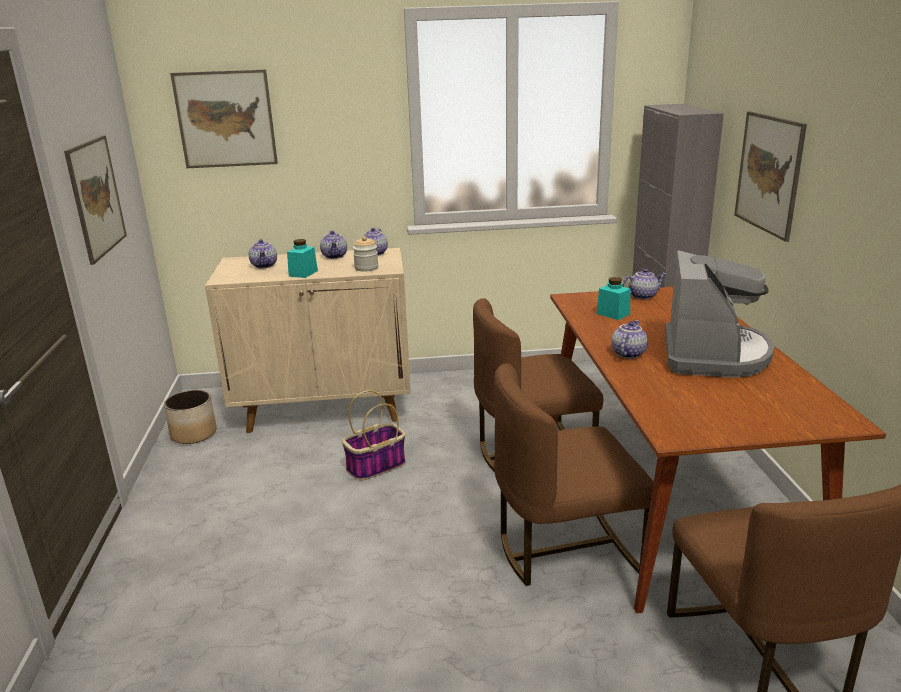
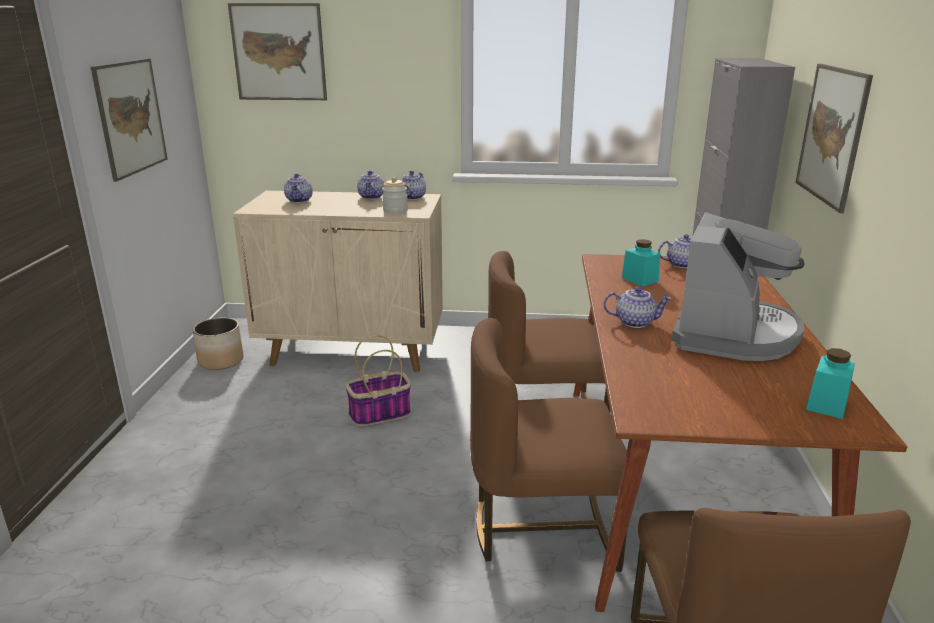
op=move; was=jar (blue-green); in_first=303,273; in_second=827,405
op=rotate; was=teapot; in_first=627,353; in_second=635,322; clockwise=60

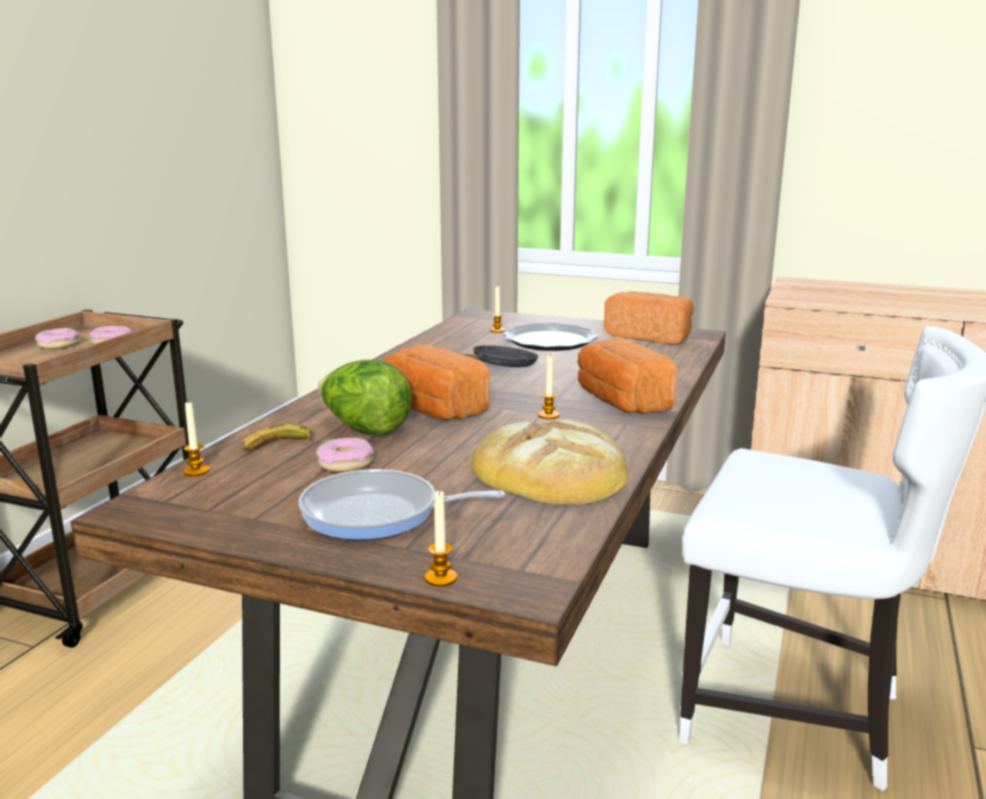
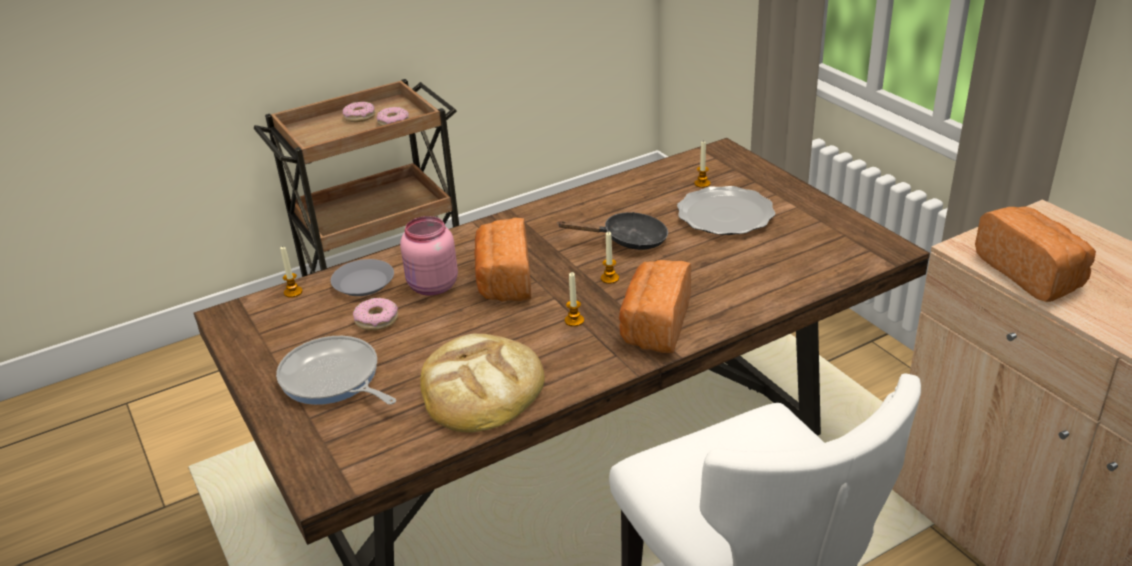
op=move; was=candle; in_first=440,578; in_second=609,278
op=move; was=bakery bread; in_first=650,336; in_second=1032,273
op=replace; was=banana; now=dinner plate (greyish); in_first=276,445; in_second=363,283
op=replace; was=lettuce; now=jar (pink); in_first=364,429; in_second=432,287

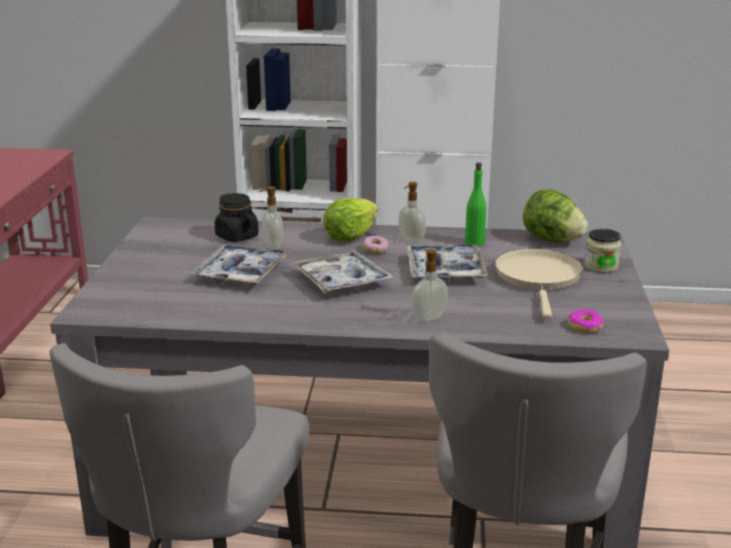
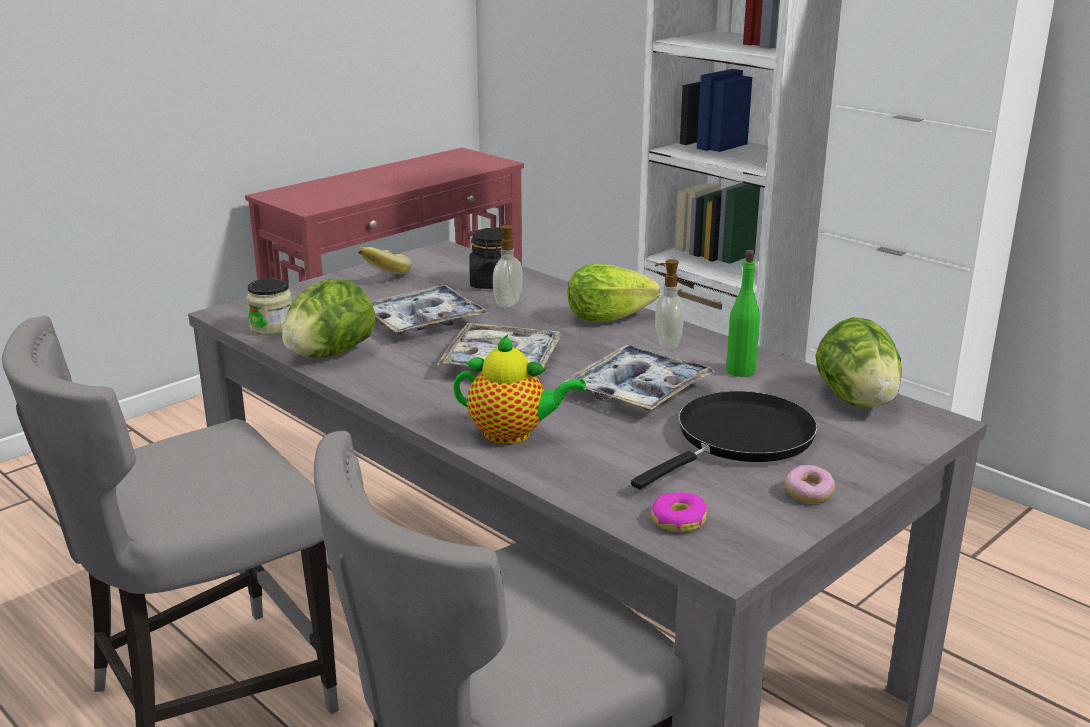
op=insert; now=lettuce; in_second=329,354
op=insert; now=banana; in_second=382,275
op=move; was=doughnut; in_first=375,250; in_second=808,494
op=move; was=jar; in_first=601,266; in_second=272,327
op=replace; was=soap bottle; now=teapot; in_first=428,317; in_second=513,434
op=recolor; was=frying pan (beige-coloured); now=frying pan (blackish); in_first=538,278; in_second=739,439

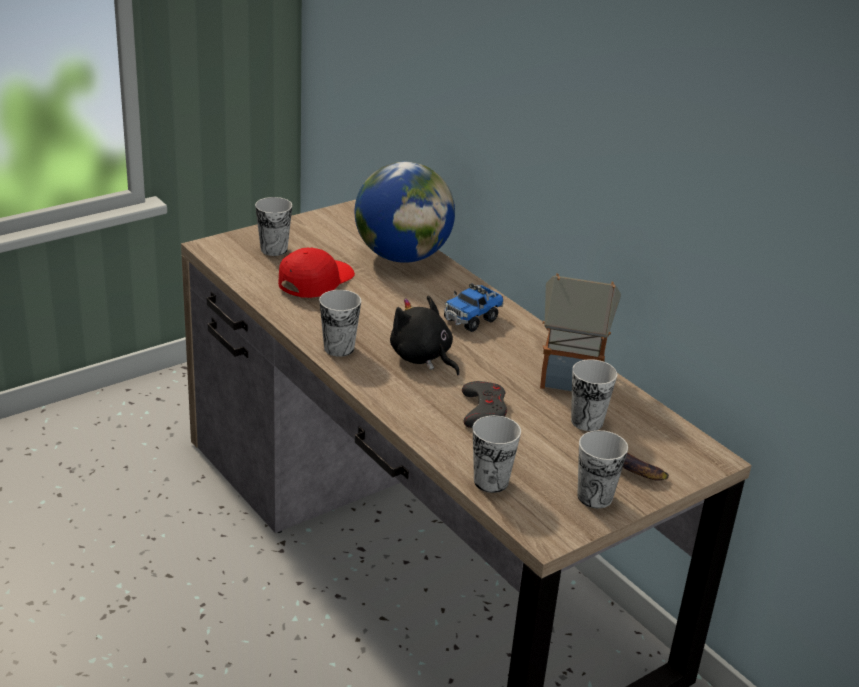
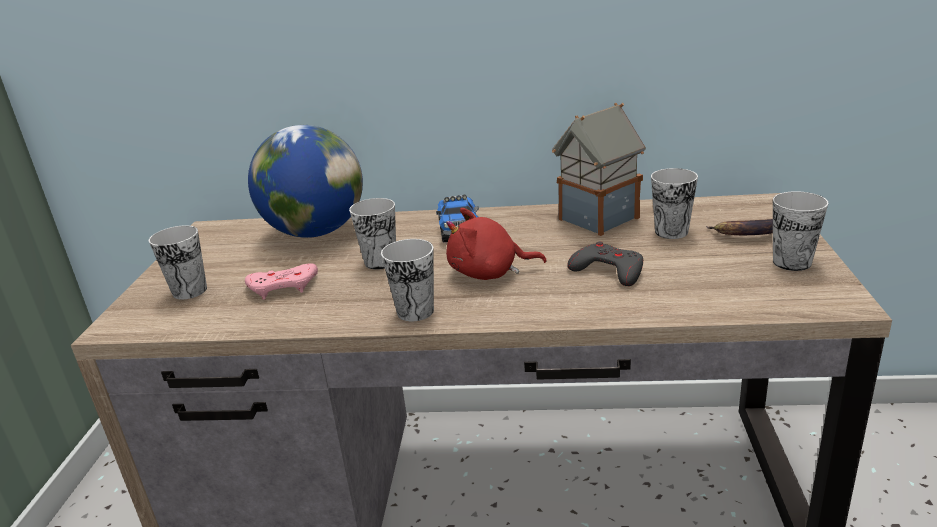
op=move; was=small cup; in_first=491,481; in_second=380,262
op=replace; was=peaked cap (red-coloured); now=game controller (pink); in_first=315,282; in_second=283,286
op=recolor; was=cuddly toy (blackish); now=cuddly toy (red-coloured); in_first=422,357; in_second=489,273

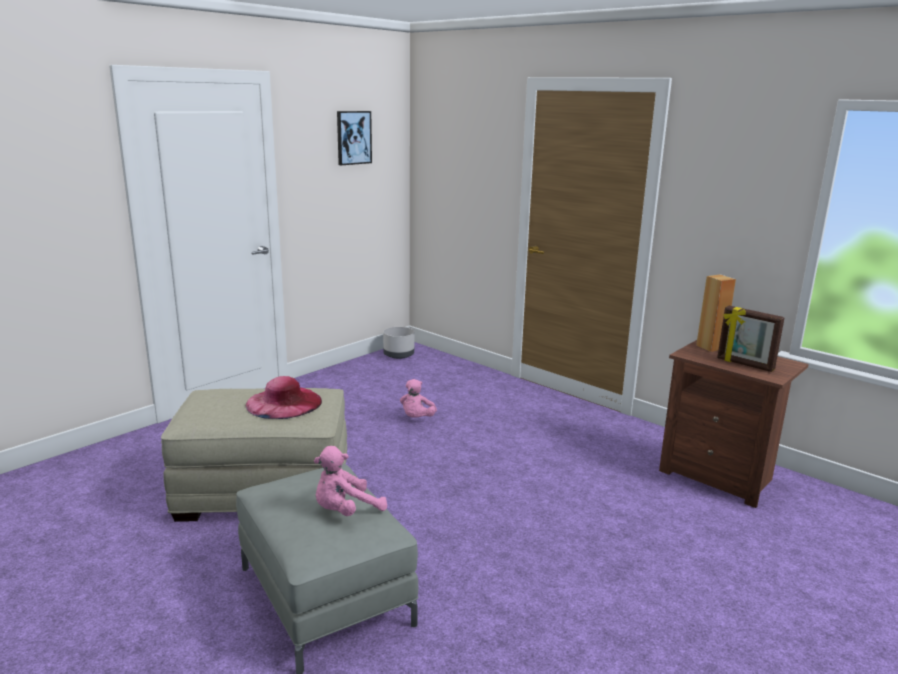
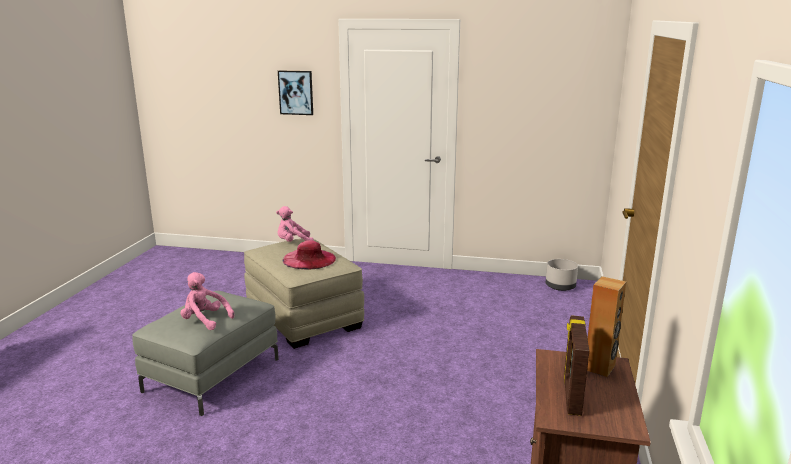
op=move; was=wall picture; in_first=353,137; in_second=296,92
op=move; was=cuddly toy (pink); in_first=417,418; in_second=293,243

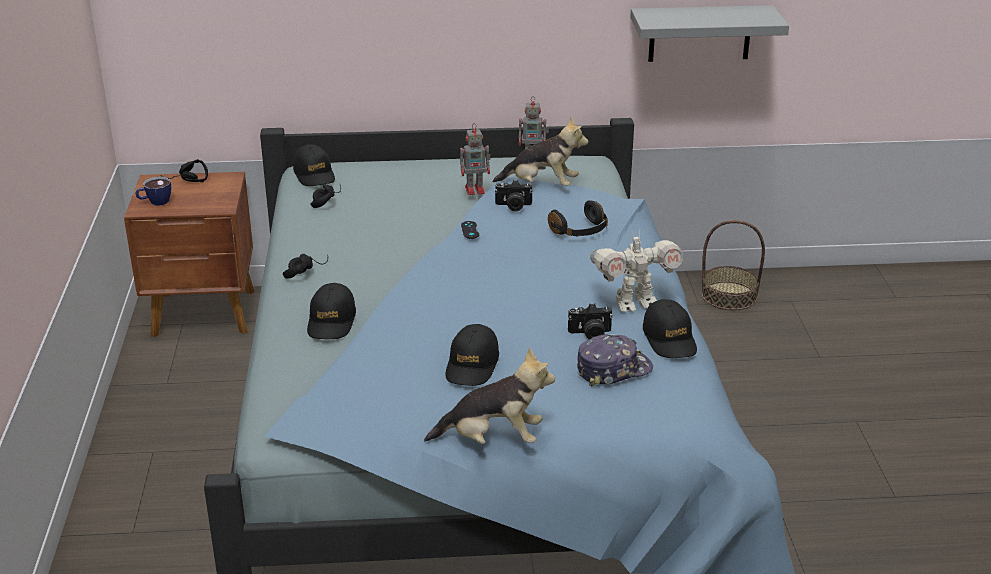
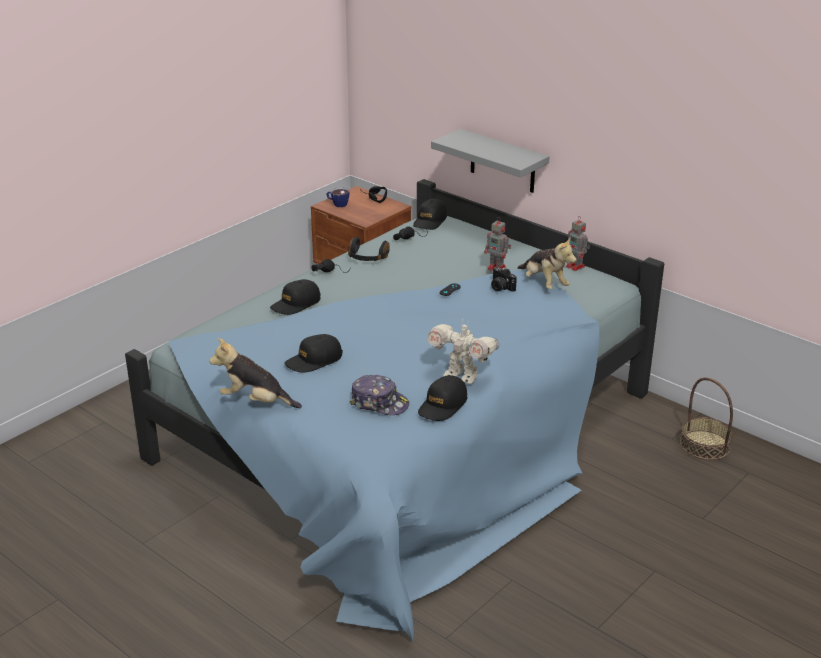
op=delete; was=still camera; in_first=590,334
op=move; was=headset (blackish); in_first=580,231; in_second=367,258
op=move; was=shelf (greyish); in_first=700,33; in_second=502,162
op=rotate; was=cuddly toy; in_first=493,439; in_second=255,401; clockwise=150

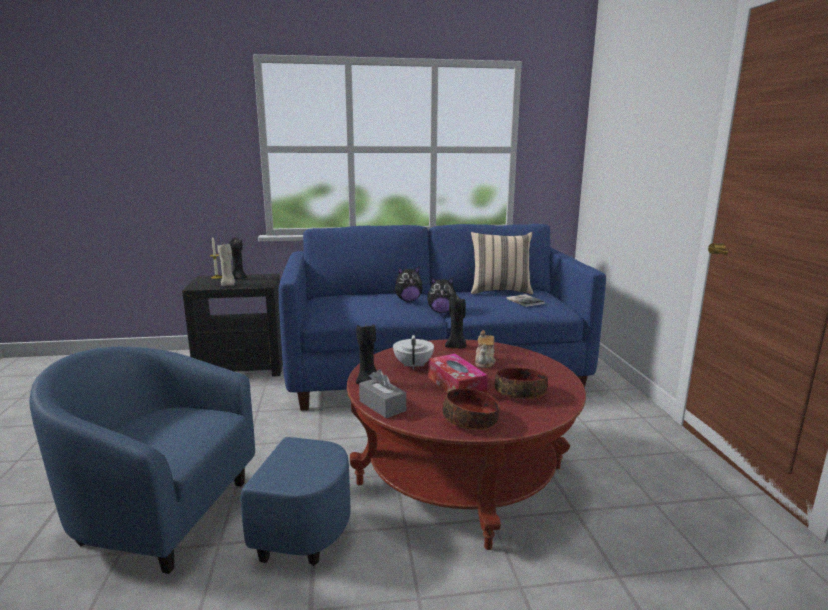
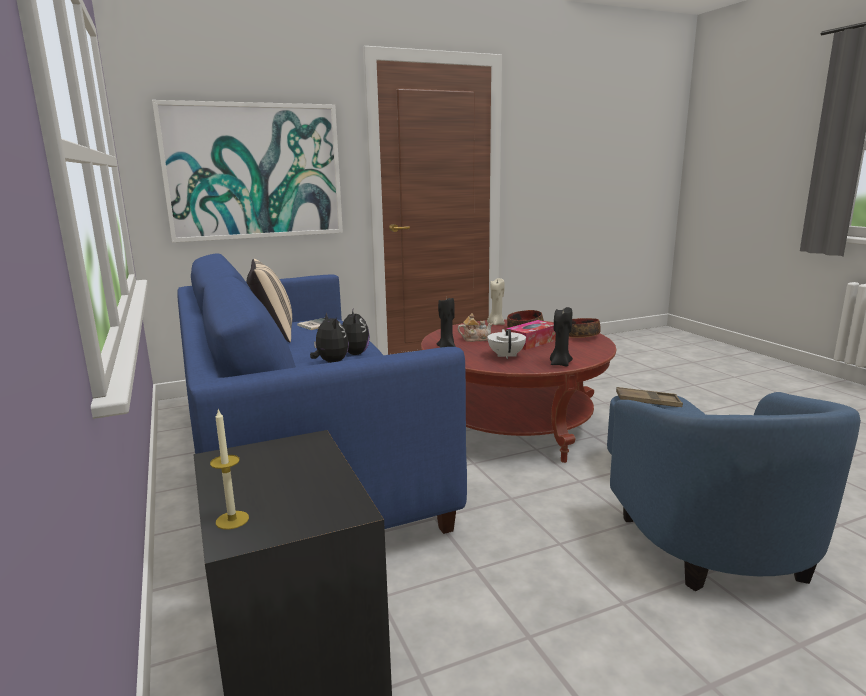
op=delete; was=candle (blackish); in_first=238,278
op=delete; was=tissue box (greyish); in_first=382,406
op=insert; now=wall picture; in_second=254,171
op=insert; now=tray (brownish); in_second=648,402
op=move; was=candle (beige-coloured); in_first=228,285; in_second=496,324
op=rotate; was=teapot (white); in_first=413,365; in_second=506,356; clockwise=105

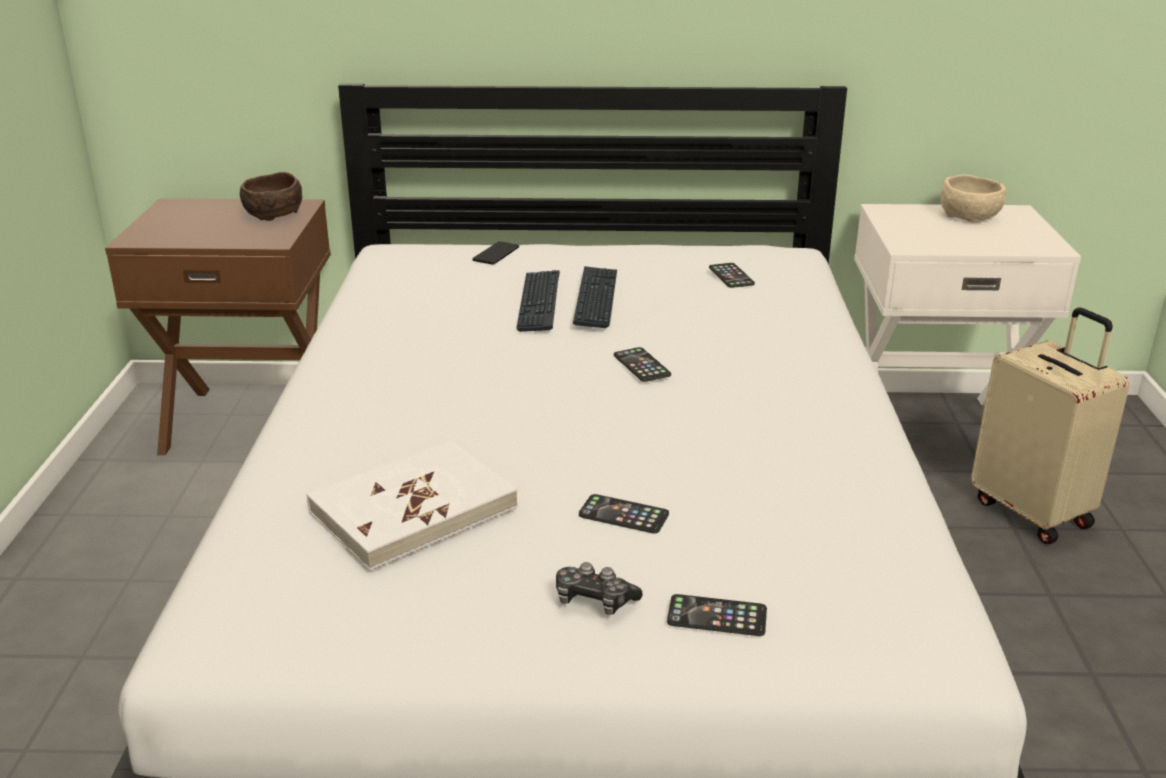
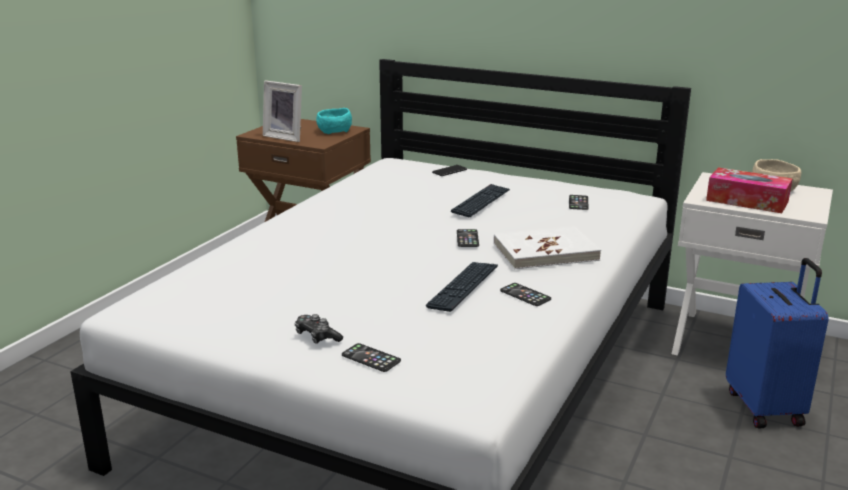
op=insert; now=picture frame; in_second=286,137
op=insert; now=tissue box; in_second=747,201
op=move; was=volume (white); in_first=413,509; in_second=545,252
op=move; was=computer keyboard; in_first=539,302; in_second=463,287
op=move; was=handset; in_first=623,515; in_second=525,295
op=recolor; was=deep dish (brownish); now=deep dish (blue-green); in_first=273,215; in_second=334,131
op=recolor; was=piece of luggage (beige-coloured); now=piece of luggage (blue); in_first=1033,512; in_second=766,407

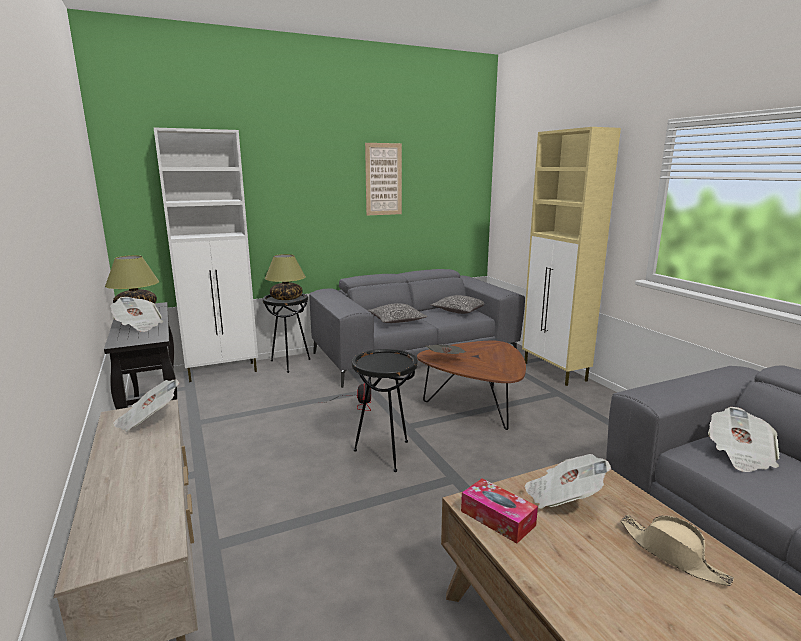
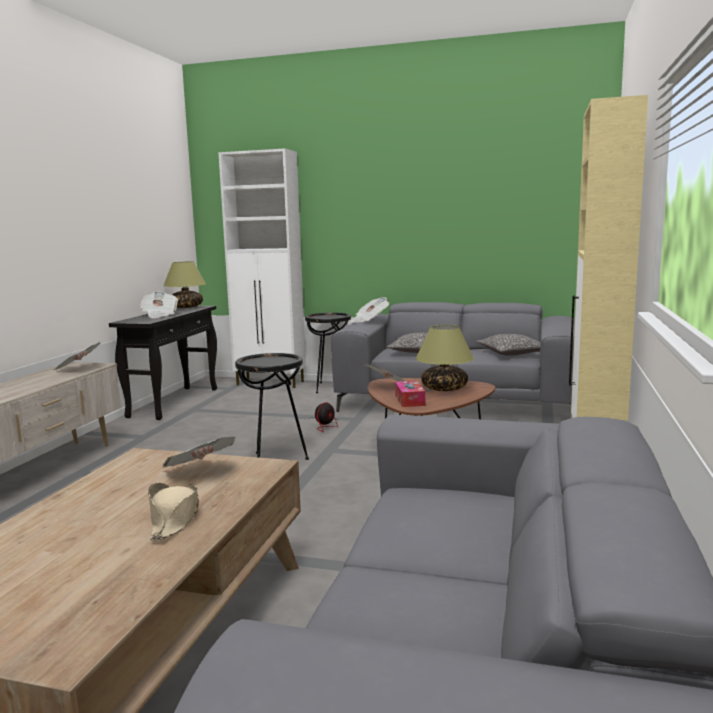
op=delete; was=wall picture; in_first=383,179
op=move; was=table lamp; in_first=286,298; in_second=444,388
op=move; was=tissue box; in_first=497,518; in_second=409,400
op=move; was=daily paper; in_first=740,455; in_second=369,320

